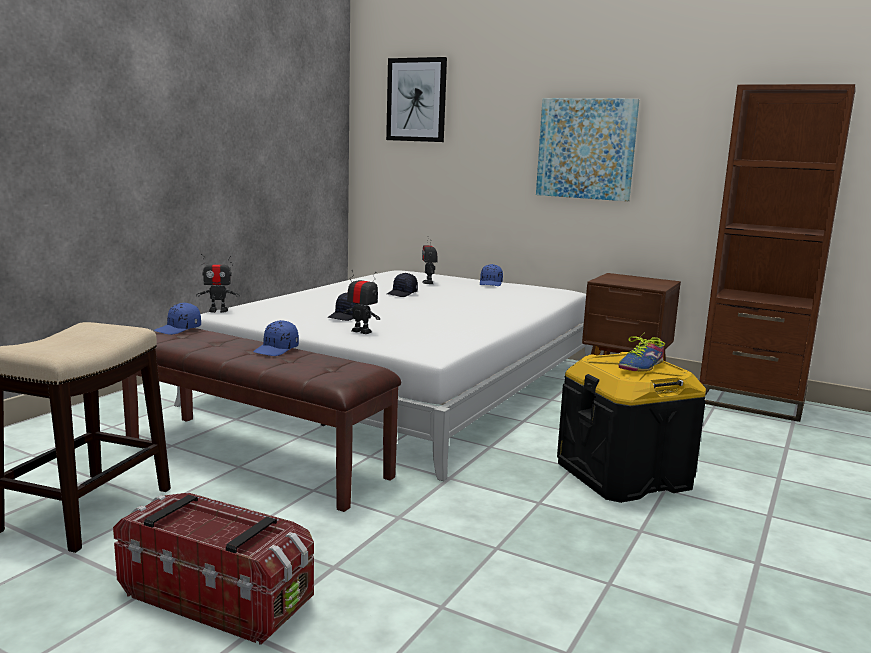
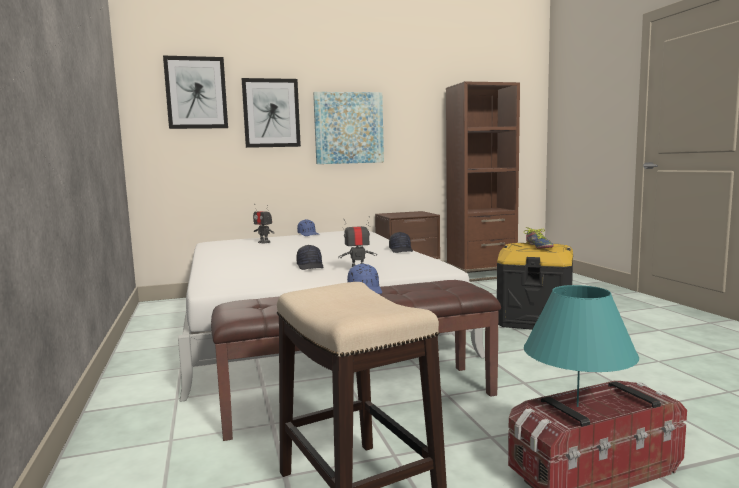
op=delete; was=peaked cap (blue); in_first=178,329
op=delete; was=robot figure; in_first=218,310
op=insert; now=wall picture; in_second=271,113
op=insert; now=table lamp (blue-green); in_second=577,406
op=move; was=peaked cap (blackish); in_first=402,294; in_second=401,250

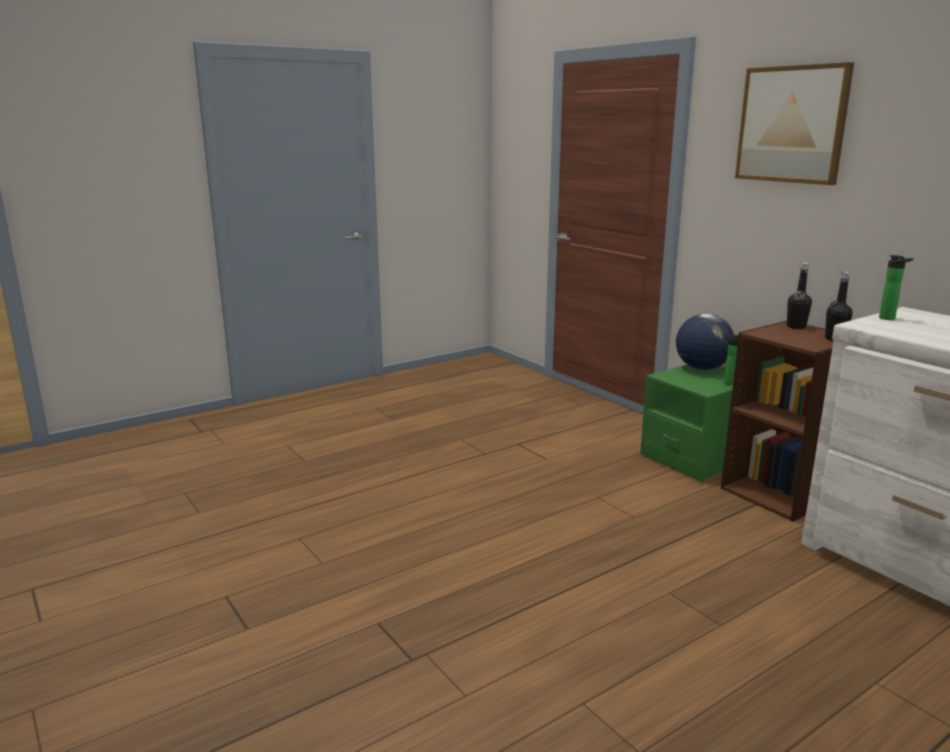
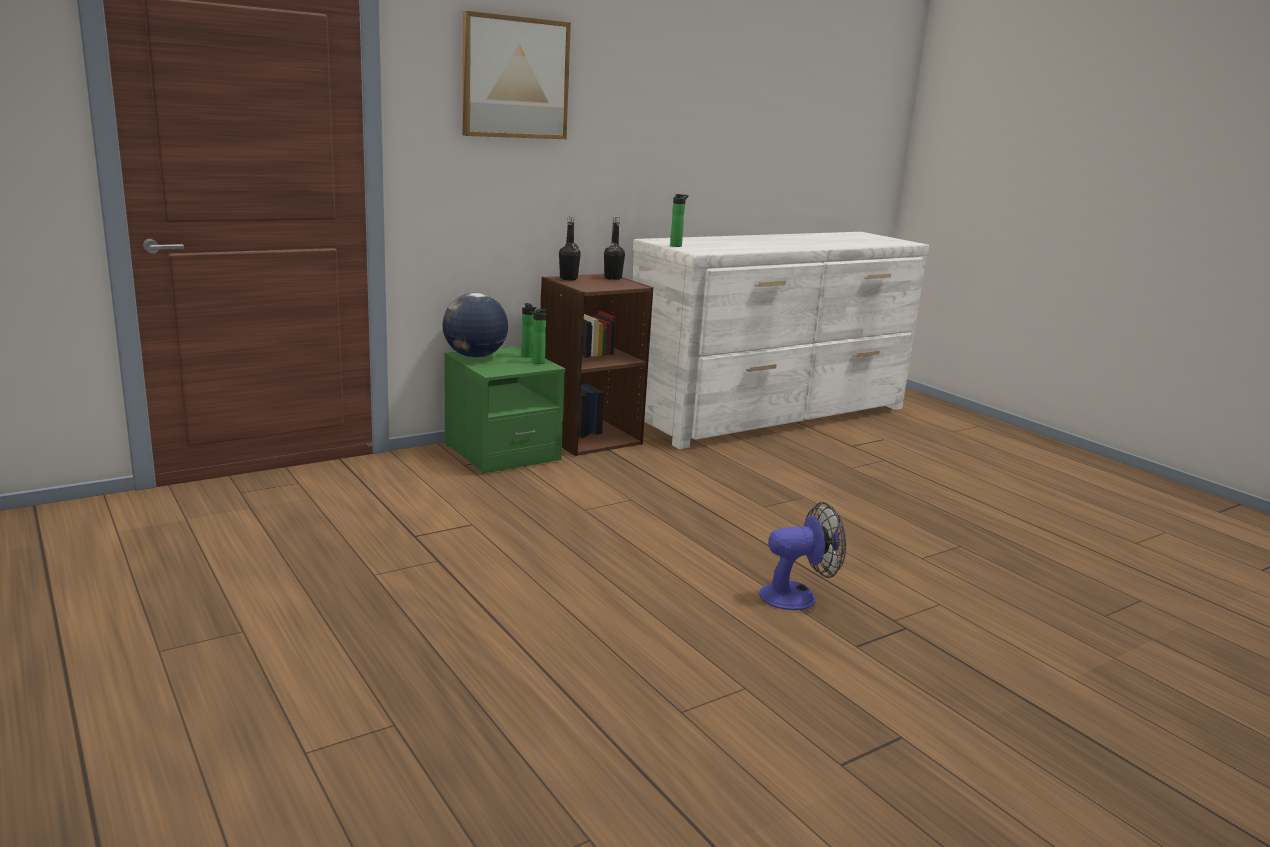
op=insert; now=bottle; in_second=536,362
op=insert; now=fan; in_second=797,595

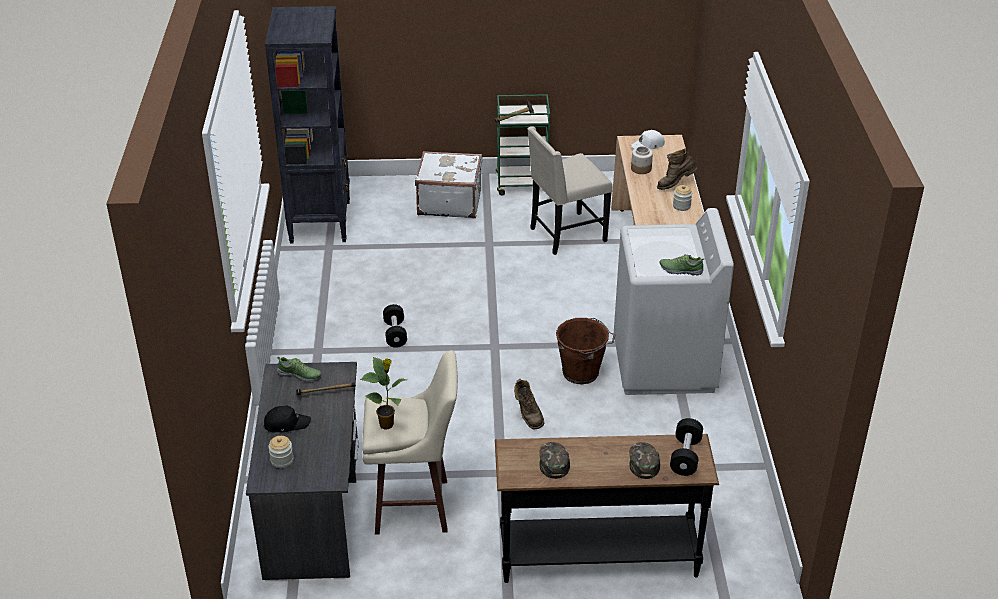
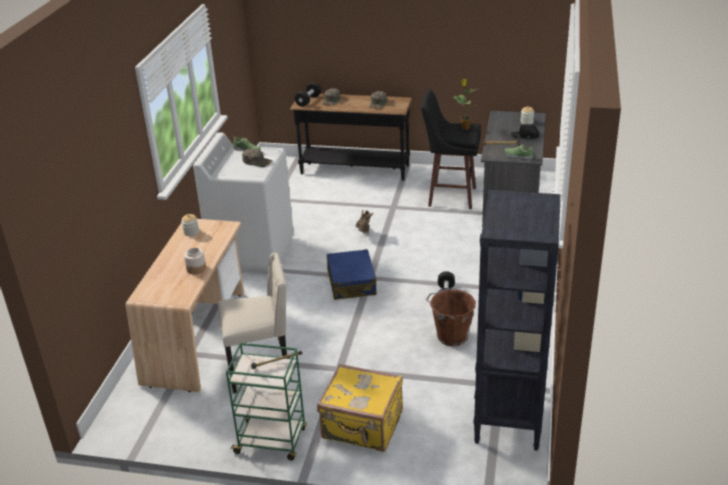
op=delete; was=peaked cap (white); in_first=648,145
op=delete; was=tall boot (brownish); in_first=675,184
op=insert; now=peaked cap (green); in_second=257,161
op=insert; now=piece of luggage (blue); in_second=351,283
op=move; was=bucket (brownish); in_first=582,373; in_second=451,336
op=recolor; was=stool seat (beige-coloured); now=stool seat (blackish); in_first=415,507; in_second=450,196
op=recolor; was=piece of luggage (white); now=piece of luggage (yellowish); in_first=449,202; in_second=362,427

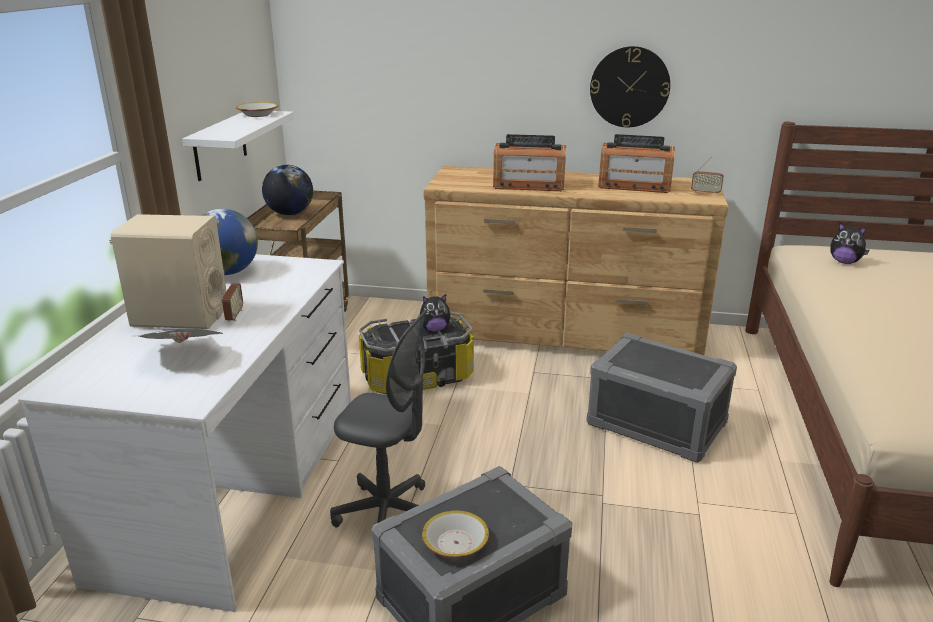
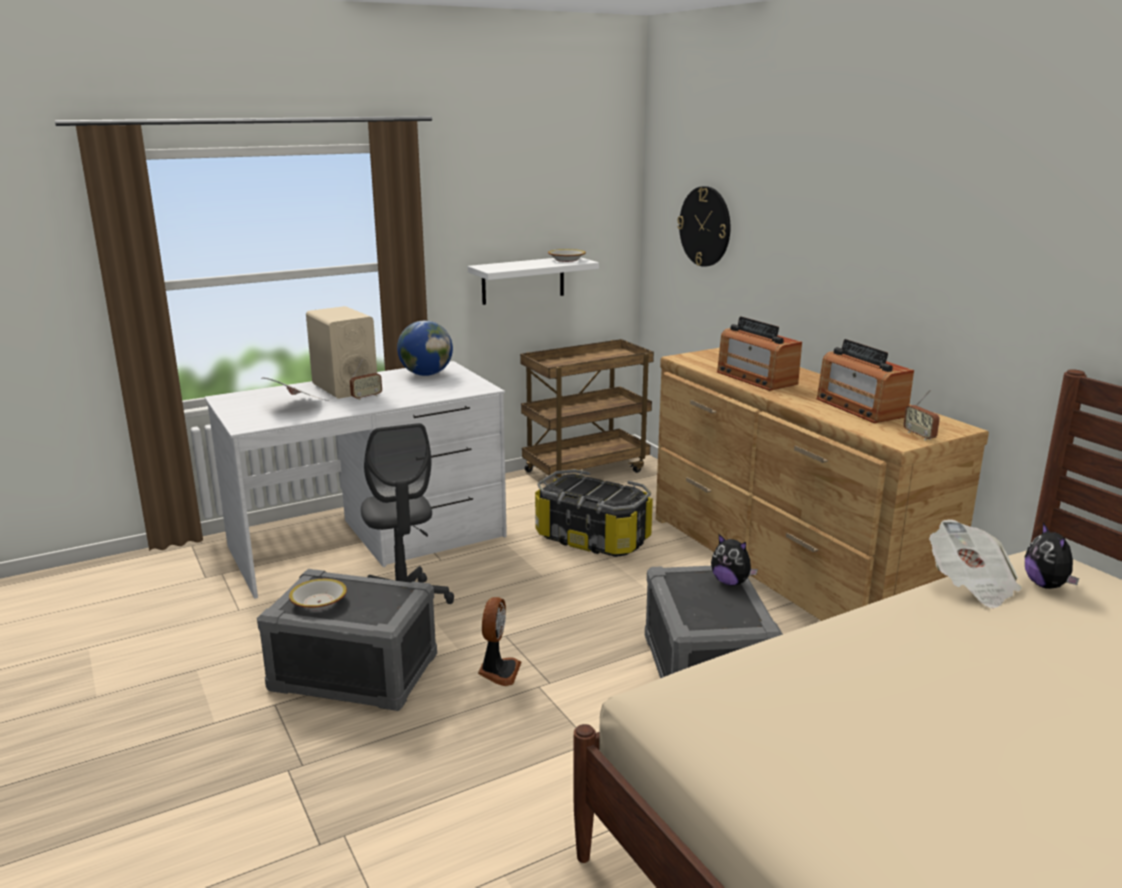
op=delete; was=globe; in_first=290,214
op=insert; now=fan; in_second=498,671
op=insert; now=daily paper; in_second=971,585
op=move; was=cuddly toy; in_first=434,329; in_second=730,582
op=move; was=clock on the wall; in_first=629,87; in_second=705,226

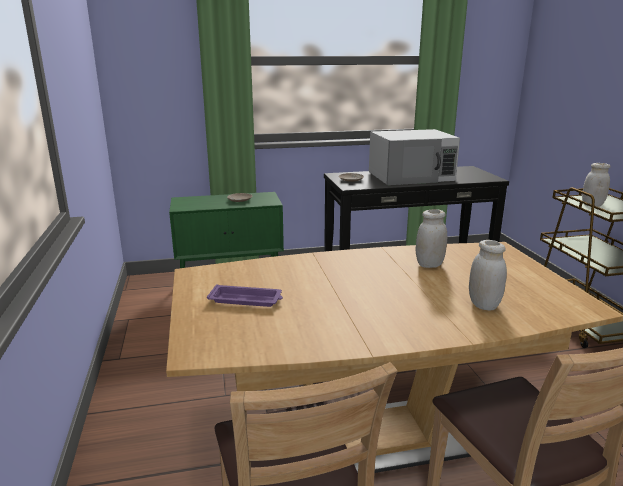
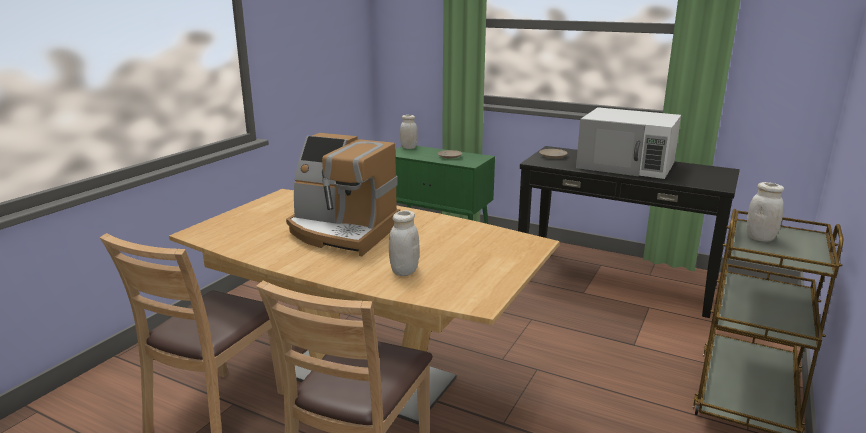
op=delete; was=tray (purple); in_first=246,300
op=insert; now=coffee maker; in_second=342,232
op=move; was=jar (white); in_first=429,265; in_second=408,148

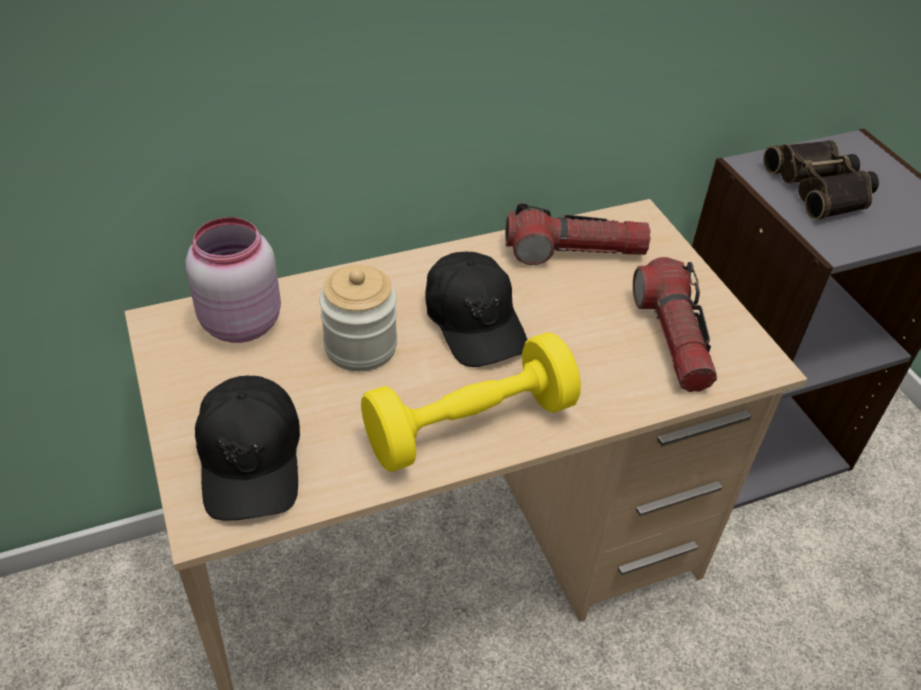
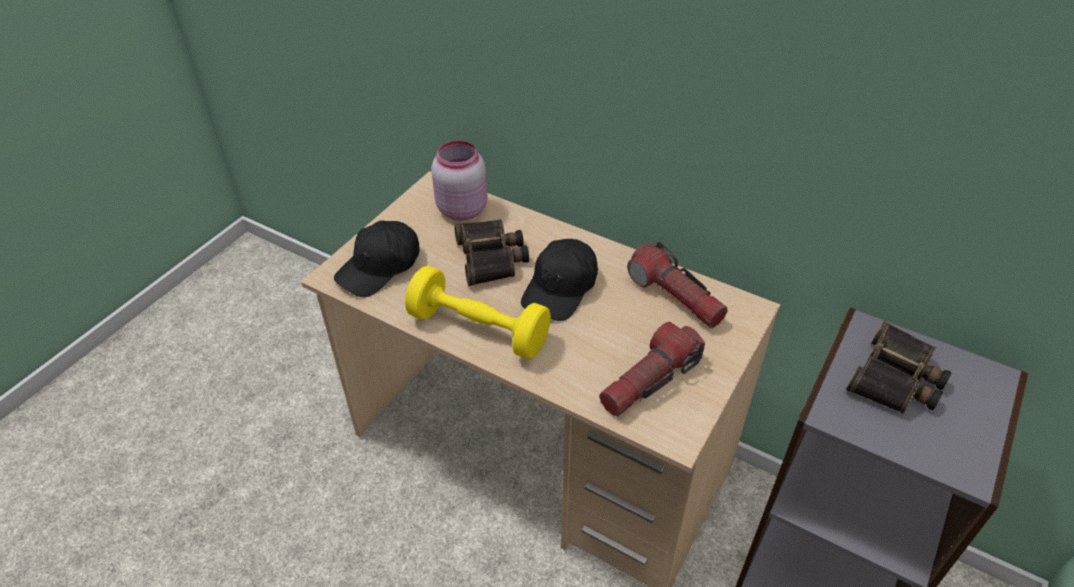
op=replace; was=jar; now=binoculars; in_first=360,346; in_second=491,257

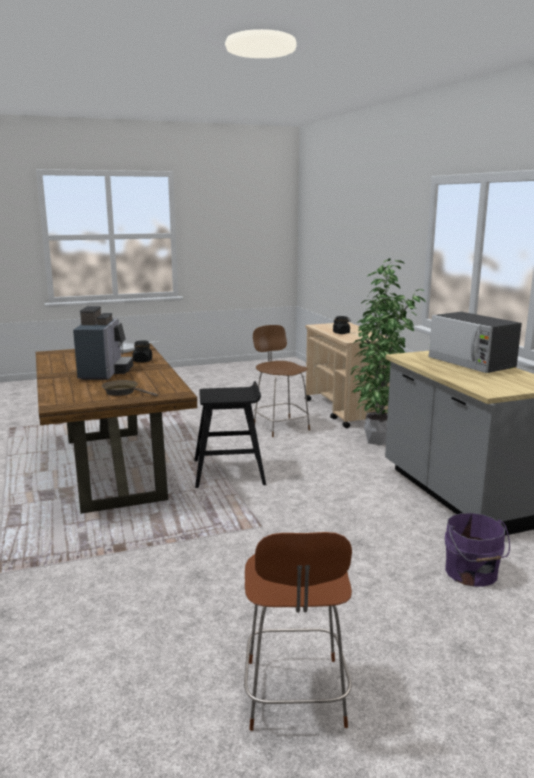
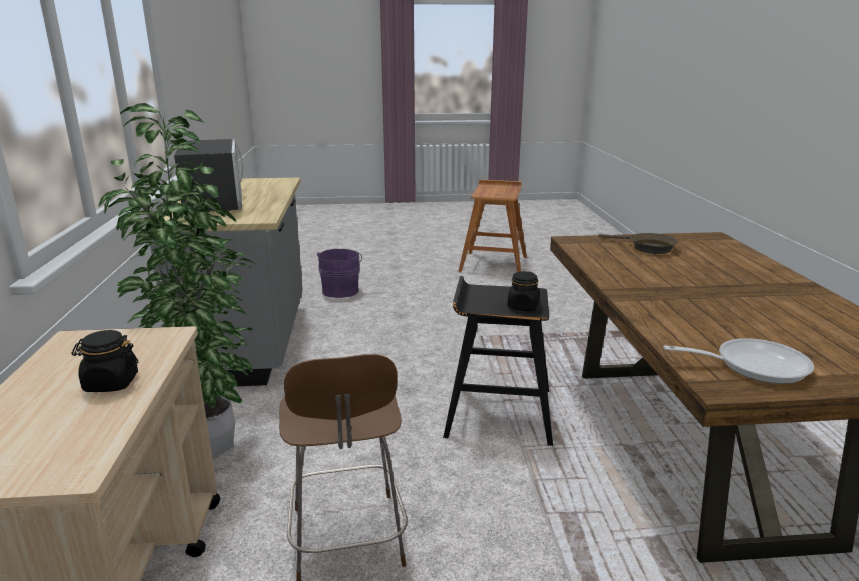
op=delete; was=coffee maker; in_first=105,372
op=move; was=jar (blackish); in_first=142,361; in_second=523,307
op=replace; was=plain chair (brownish); now=stool seat (brownish); in_first=295,696; in_second=493,264

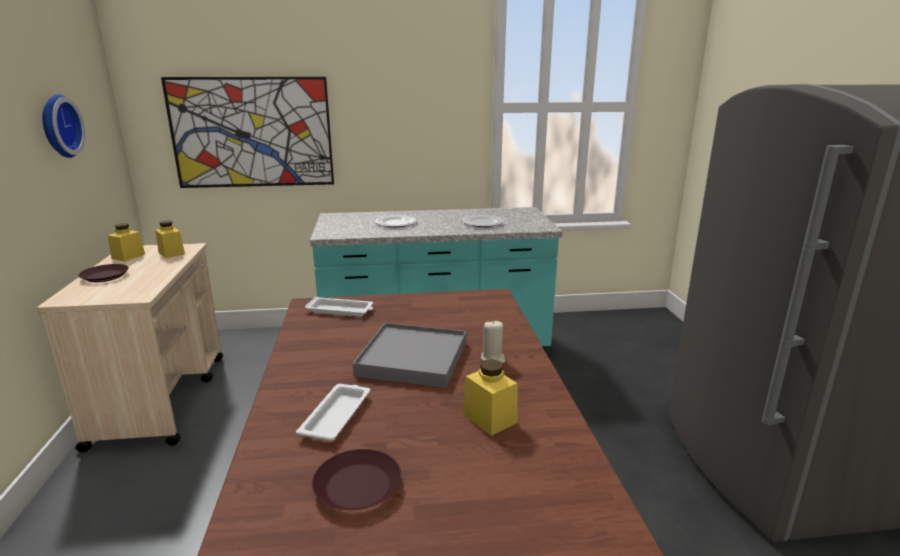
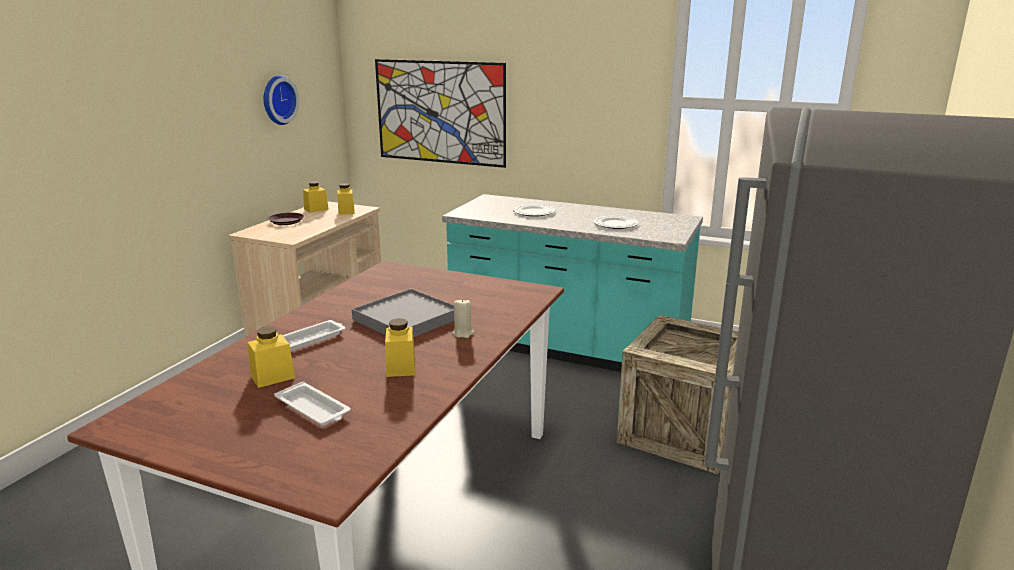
op=insert; now=packing crate; in_second=682,433
op=move; was=tray (white); in_first=341,310; in_second=313,409
op=replace; was=dinner plate (brownish); now=jar (yellowish); in_first=357,486; in_second=272,377

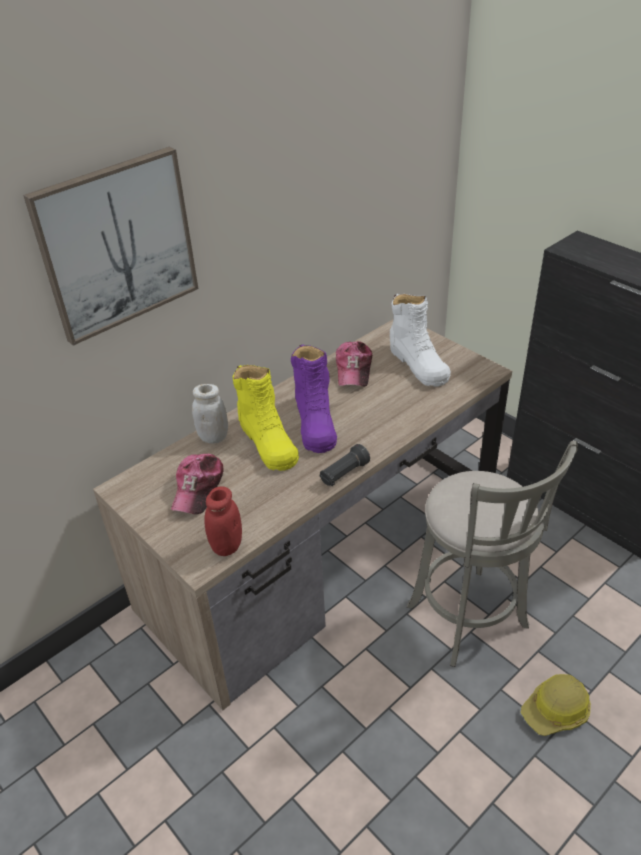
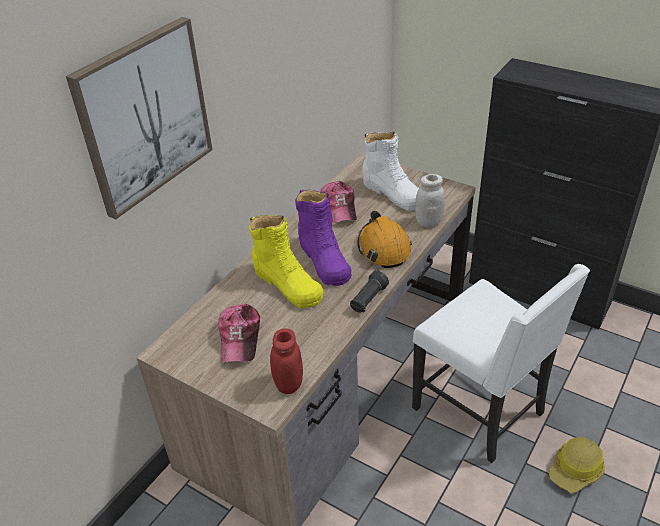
op=insert; now=work helmet (orangey); in_second=383,248
op=move; was=jar (white); in_first=213,437; in_second=428,222
op=replace; was=stool seat (greyish); now=plain chair (white); in_first=470,621; in_second=481,411

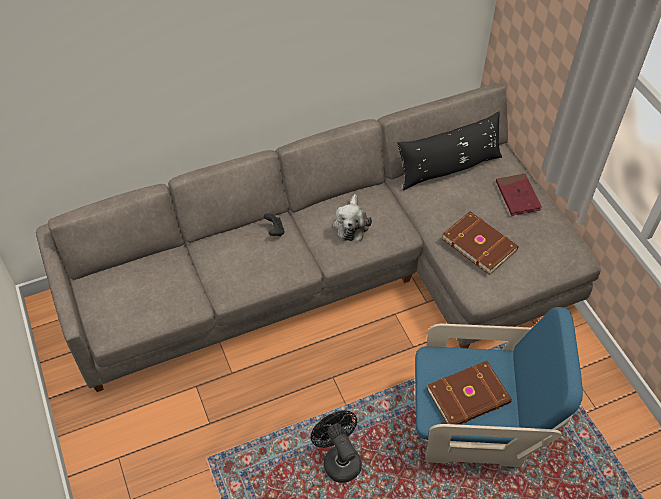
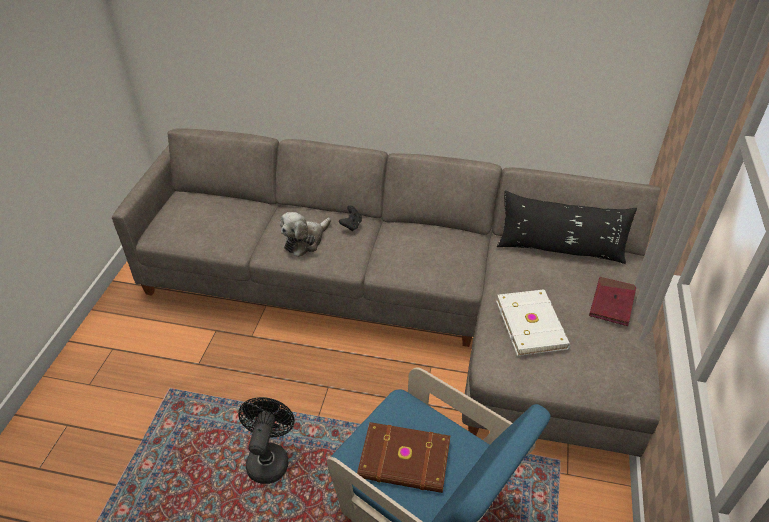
op=move; was=cuddly toy; in_first=351,224; in_second=305,241
op=recolor; was=volume (brownish); now=volume (white); in_first=479,243; in_second=532,324

